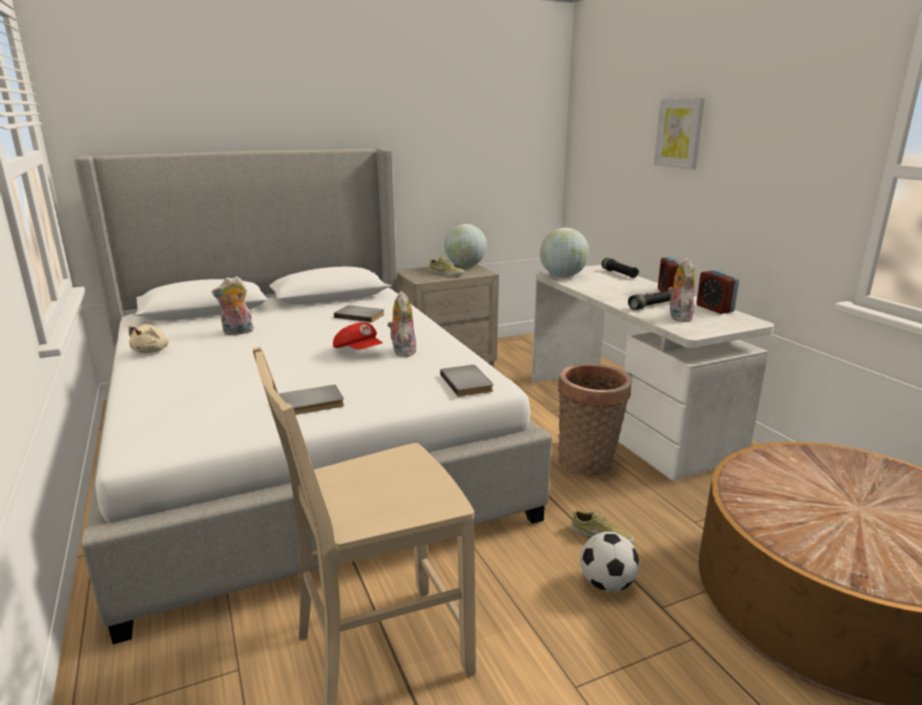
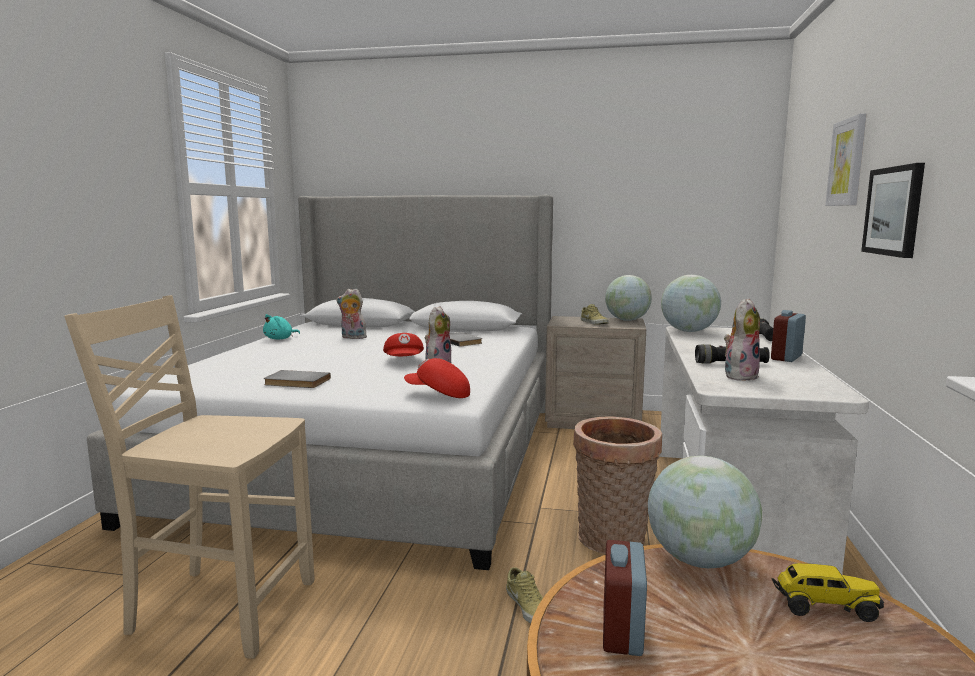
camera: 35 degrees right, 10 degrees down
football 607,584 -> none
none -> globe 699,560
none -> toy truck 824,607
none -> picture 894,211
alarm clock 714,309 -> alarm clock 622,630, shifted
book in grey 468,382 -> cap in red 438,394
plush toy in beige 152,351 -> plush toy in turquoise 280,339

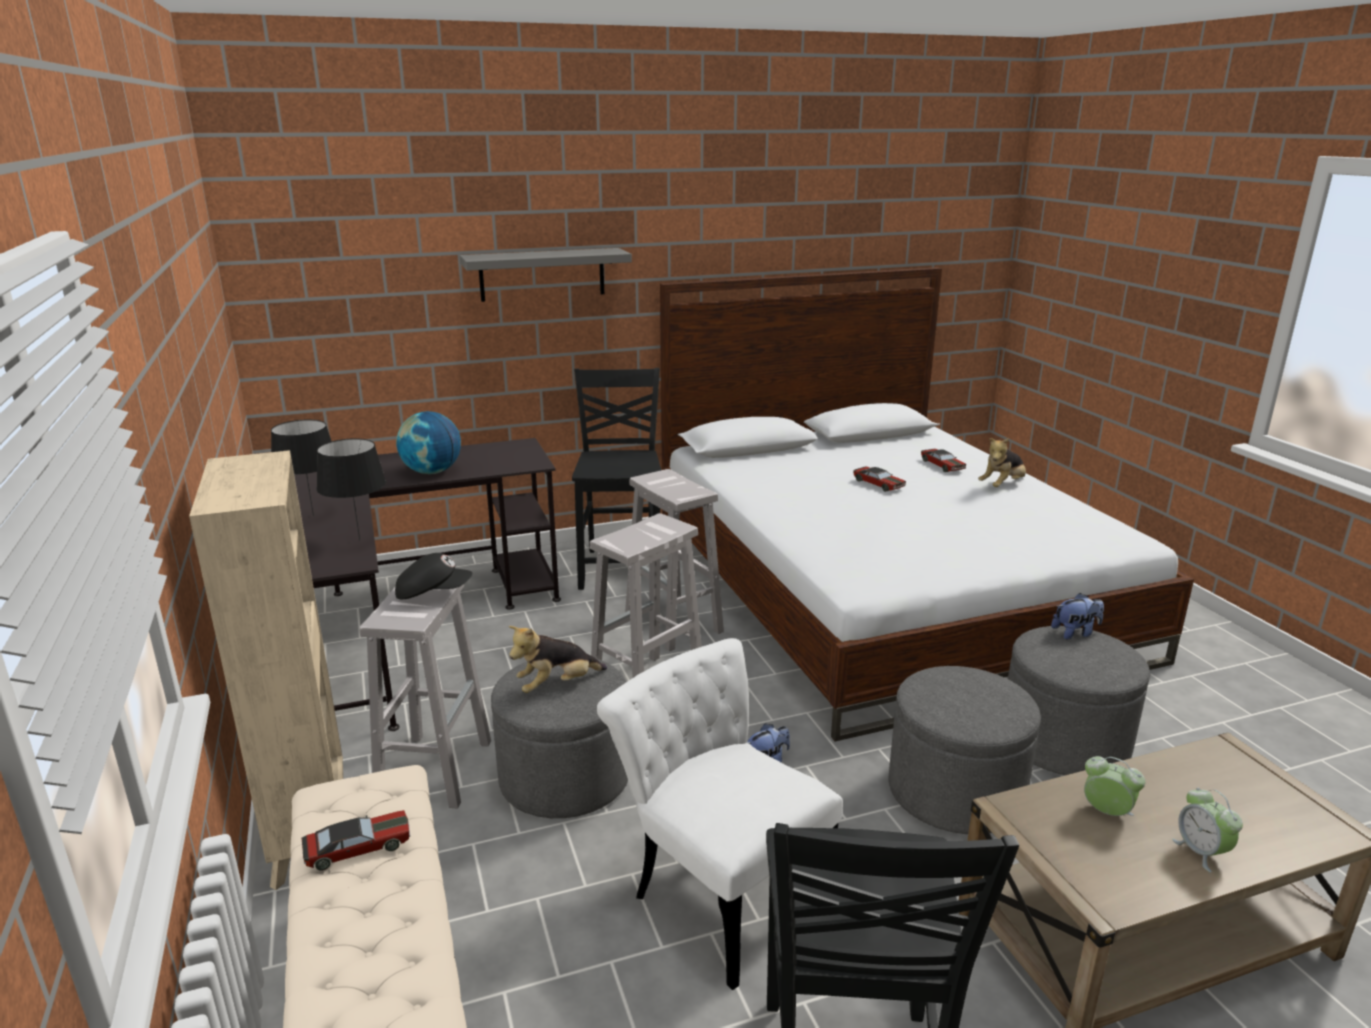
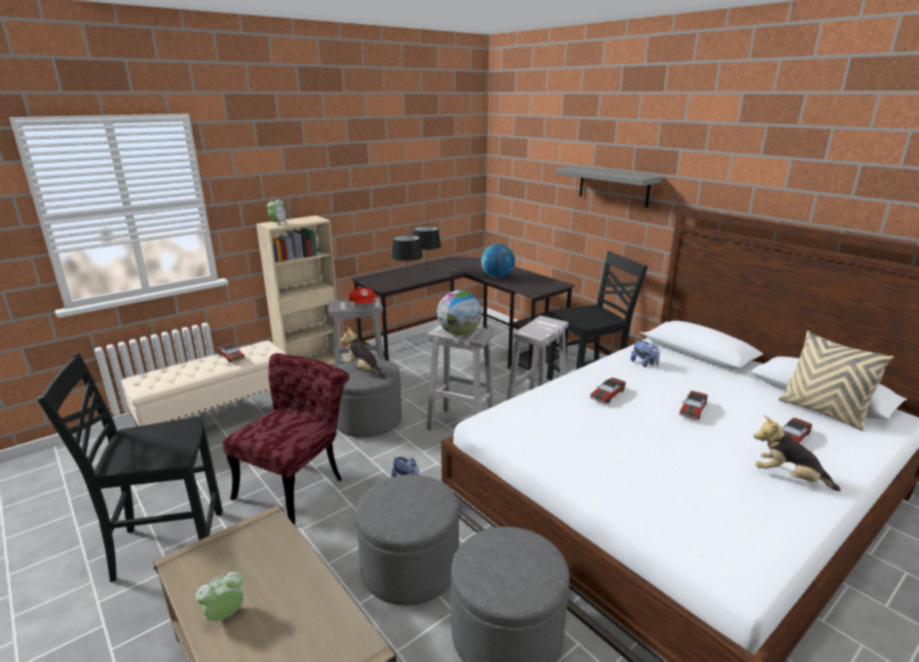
camera: 70 degrees right, 0 degrees up
none -> globe 459,333
none -> toy car 607,395
none -> pillow in beige 822,412
plush toy 1075,633 -> plush toy 644,364, shifted
alarm clock 1106,812 -> alarm clock 278,224, shifted
cap in black 433,593 -> cap in red 363,305
chair in white 719,889 -> chair in red 297,483

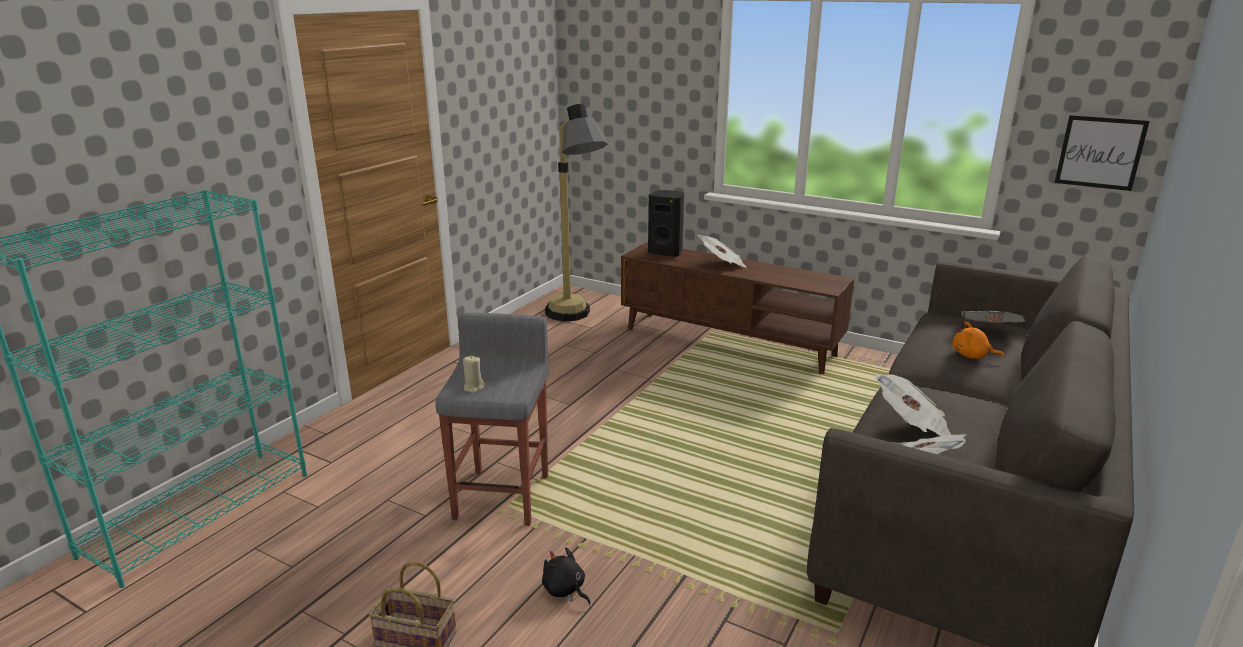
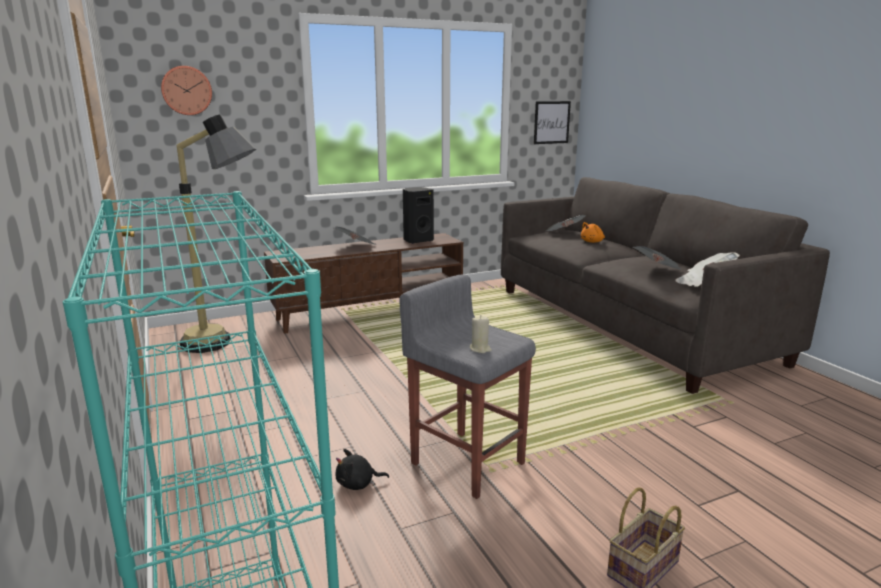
camera: 55 degrees left, 5 degrees down
none -> wall clock 186,90
plush toy in black 565,590 -> plush toy in black 358,484, shifted
speaker in black 666,252 -> speaker in black 417,240, shifted

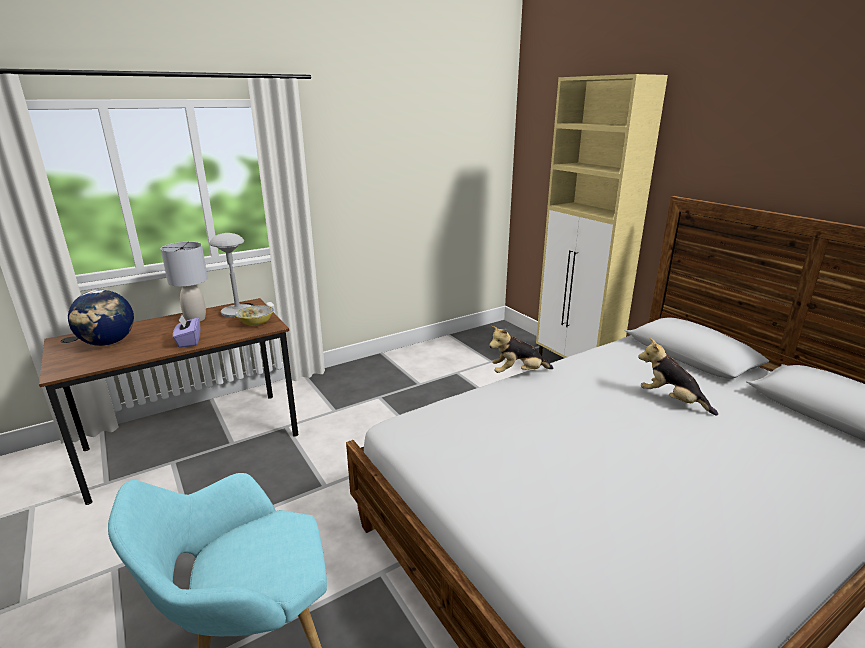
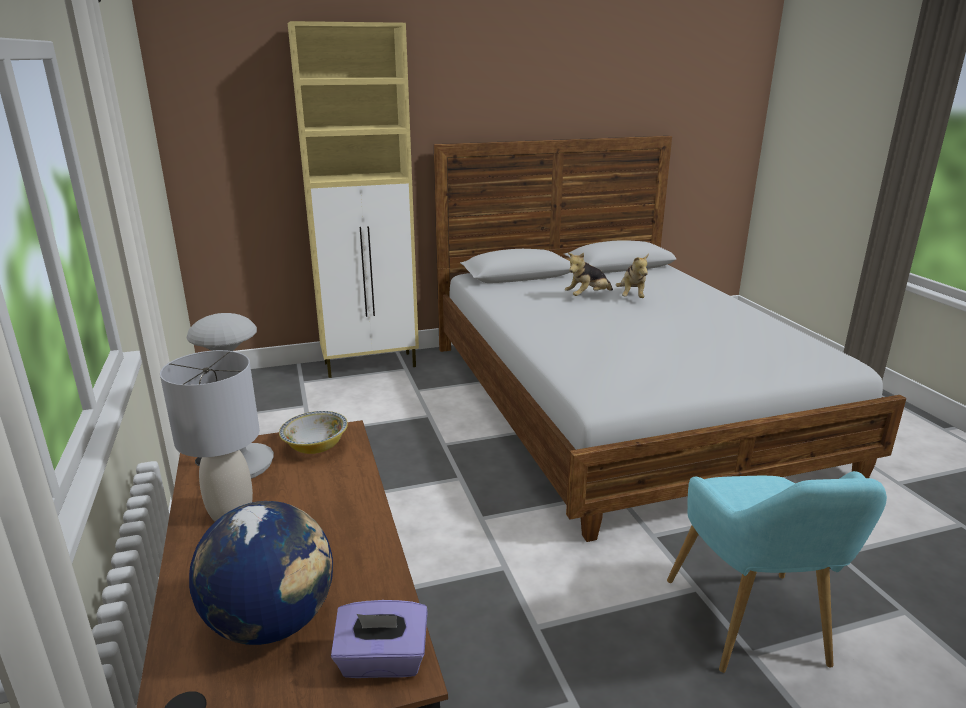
camera: 75 degrees left, 0 degrees up
tissue box in purple 189,341 -> tissue box in purple 382,661, shifted
plush toy 518,373 -> plush toy 631,297, shifted

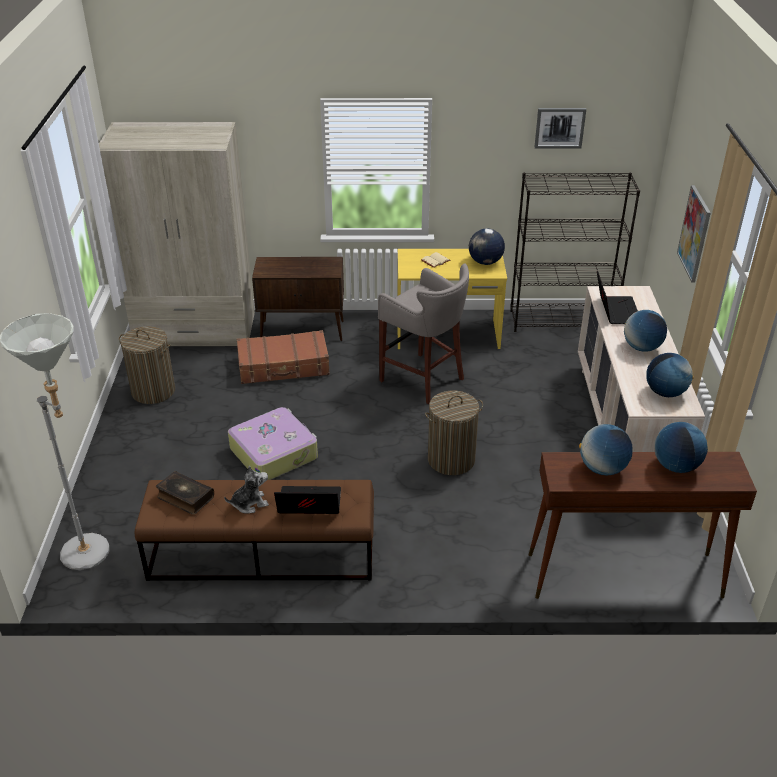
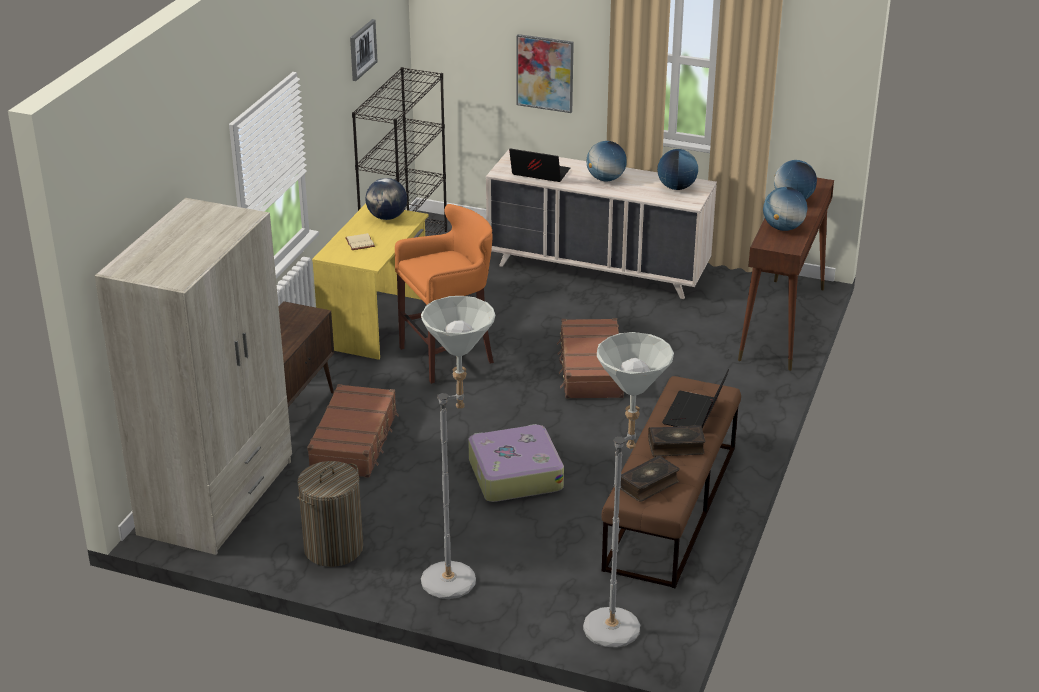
camera: 70 degrees left, 5 degrees down
none -> floor lamp in grey 460,578
plush toy 249,503 -> book 676,446
laundry basket 451,460 -> suitcase in brown 590,369
stool in grey 424,380 -> stool in orange 449,355

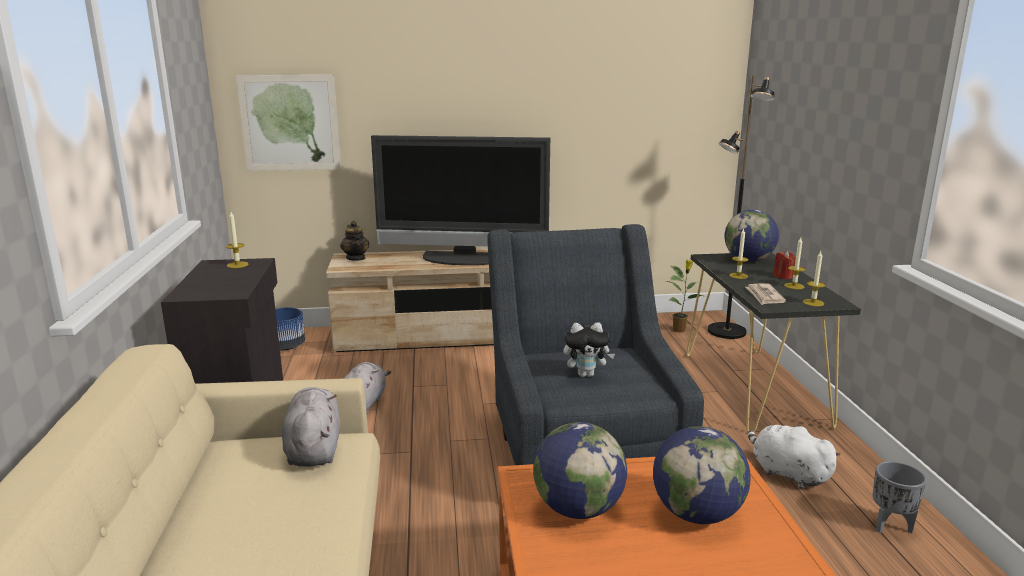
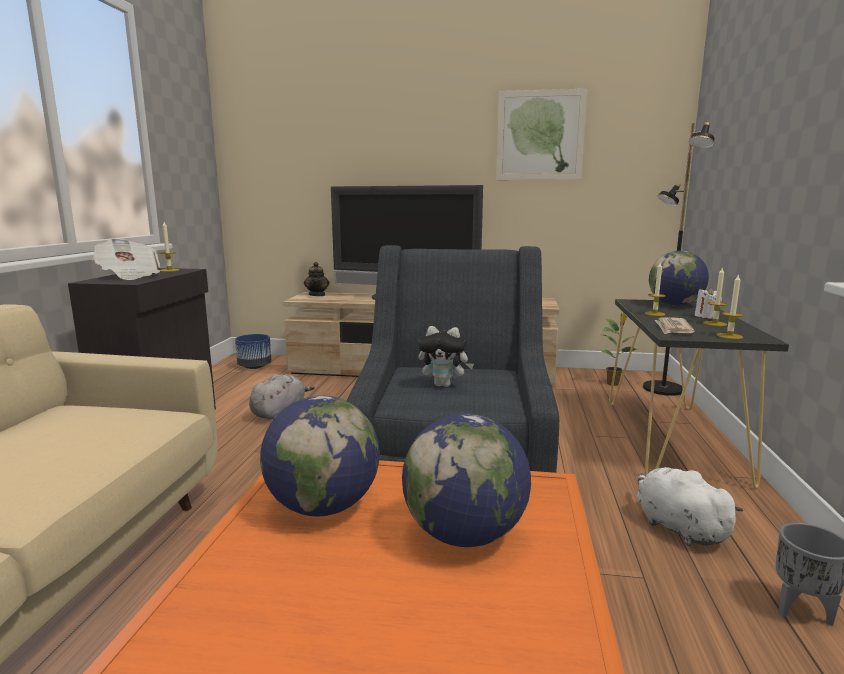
camera: 15 degrees right, 5 degrees down
plush toy in grey 313,449 -> none
none -> newspaper 129,276
picture 290,123 -> picture 540,135, shifted
candle in red 783,276 -> candle in white 706,317

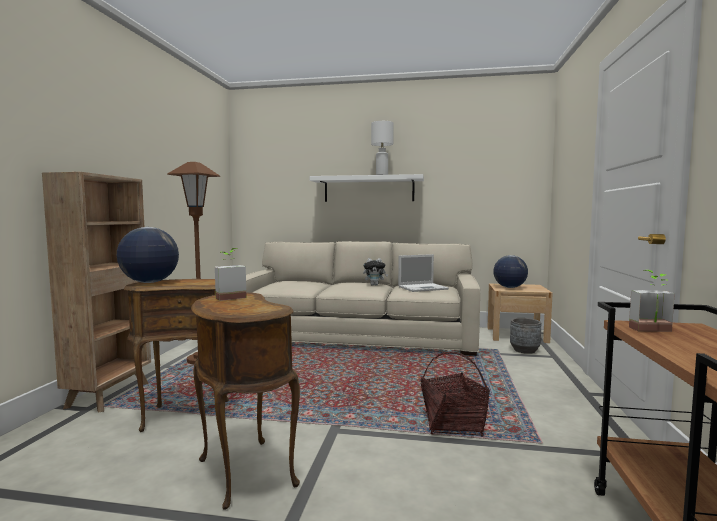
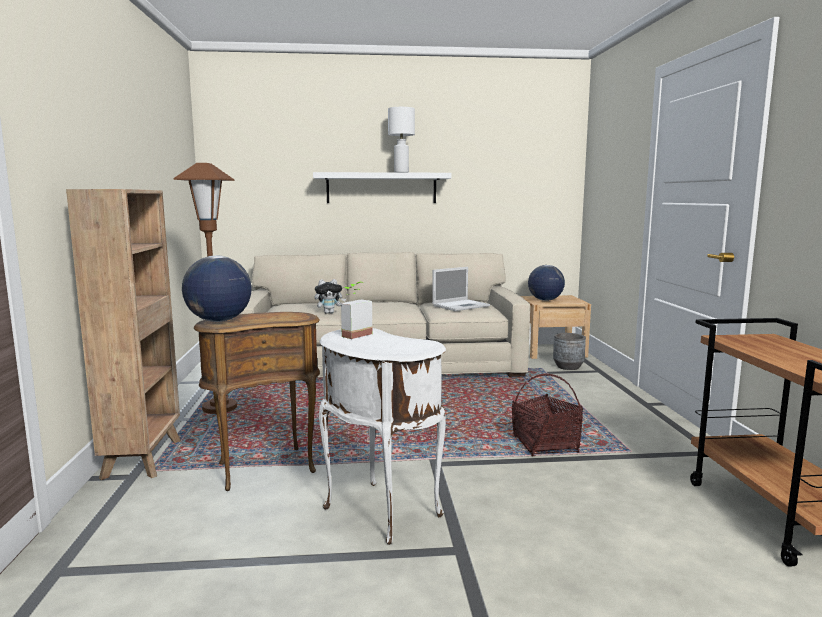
camera: 15 degrees left, 5 degrees up
potted plant 654,331 -> none
plush toy 375,285 -> plush toy 329,313, shifted
side table in brown 242,473 -> side table in white 378,513

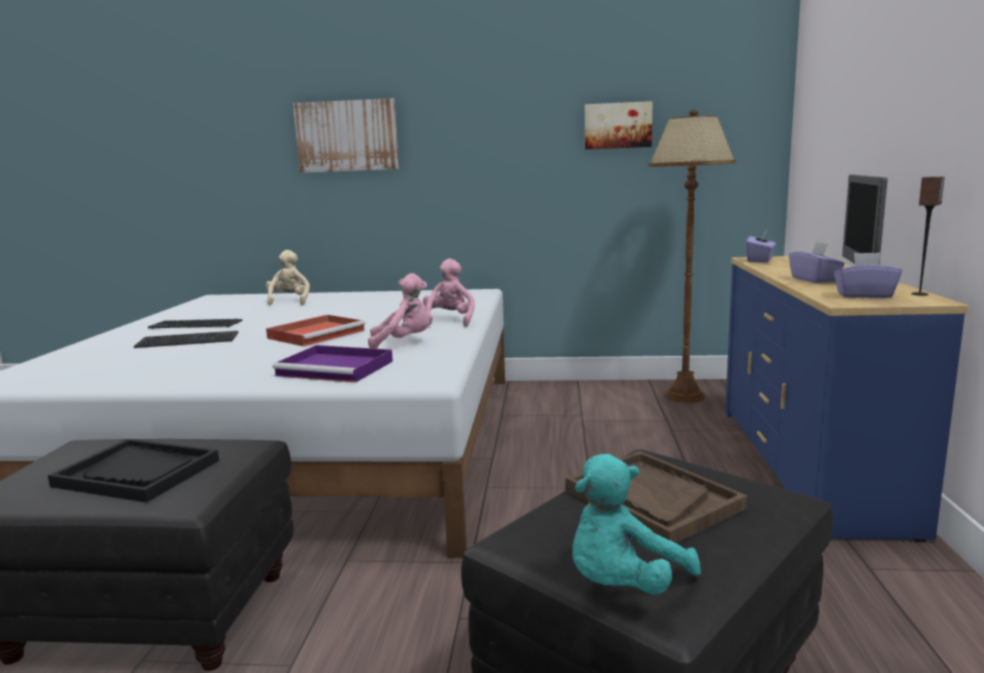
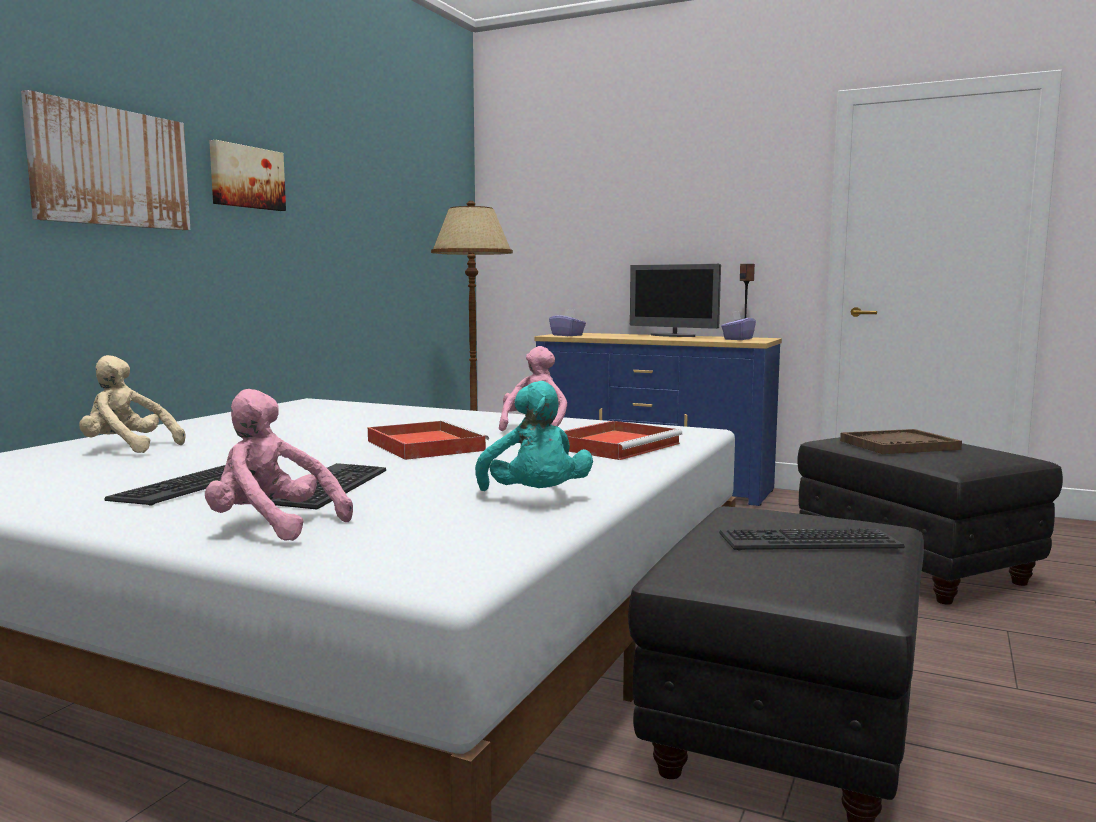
camera: 70 degrees left, 5 degrees down
tissue box in purple 814,280 -> none
plush toy in pink 449,321 -> plush toy in pink 272,526, shifted
plush toy in turquoise 623,585 -> plush toy in turquoise 535,499, shifted
picture 617,125 -> picture 246,177, shifted
tray in black 138,473 -> keyboard 808,541
tray in purple 337,368 -> tray in red 616,445

